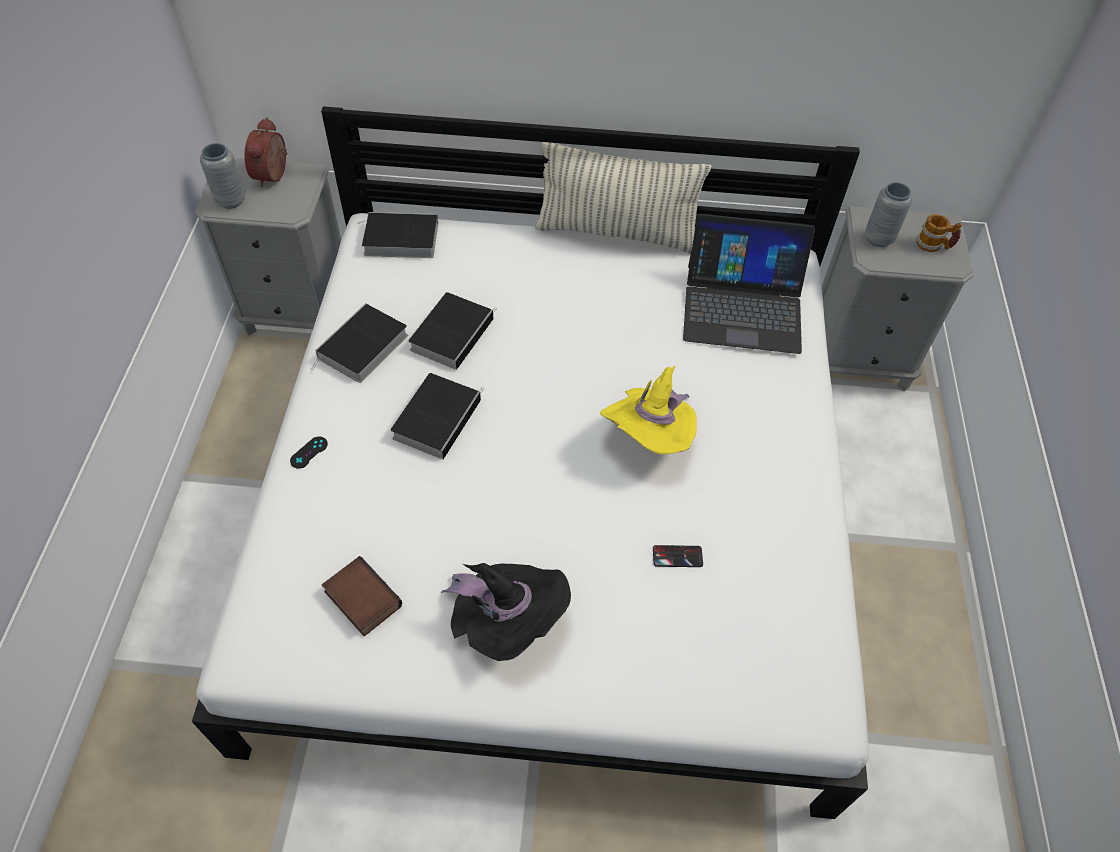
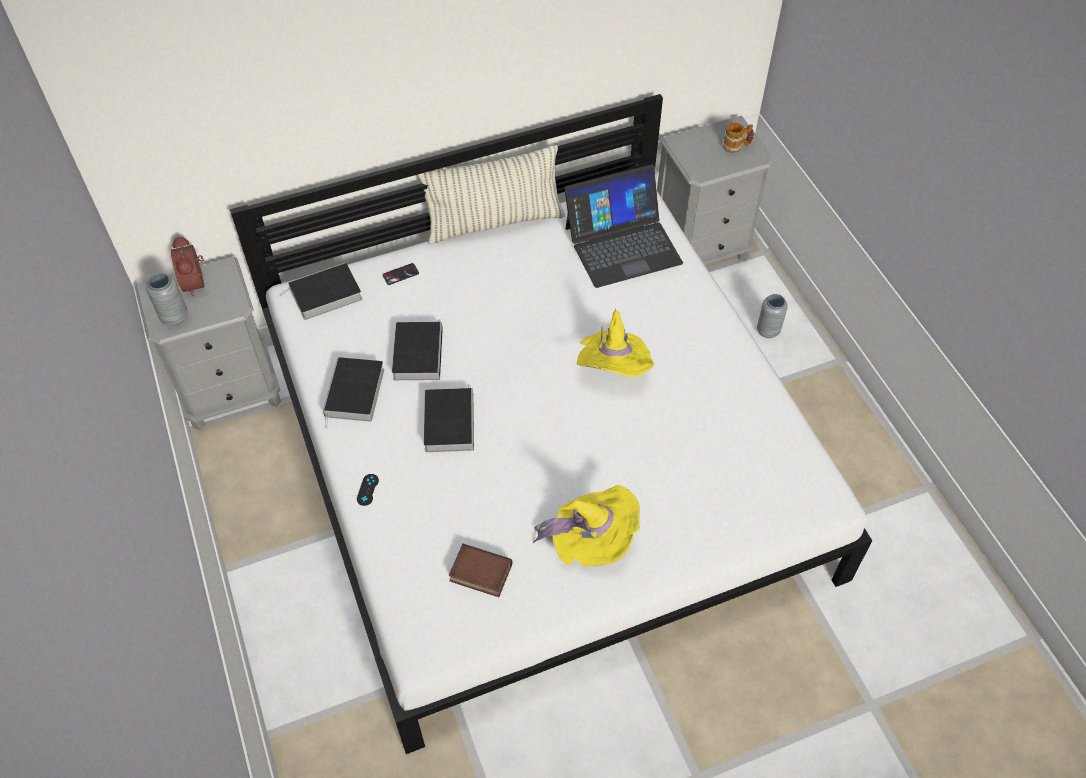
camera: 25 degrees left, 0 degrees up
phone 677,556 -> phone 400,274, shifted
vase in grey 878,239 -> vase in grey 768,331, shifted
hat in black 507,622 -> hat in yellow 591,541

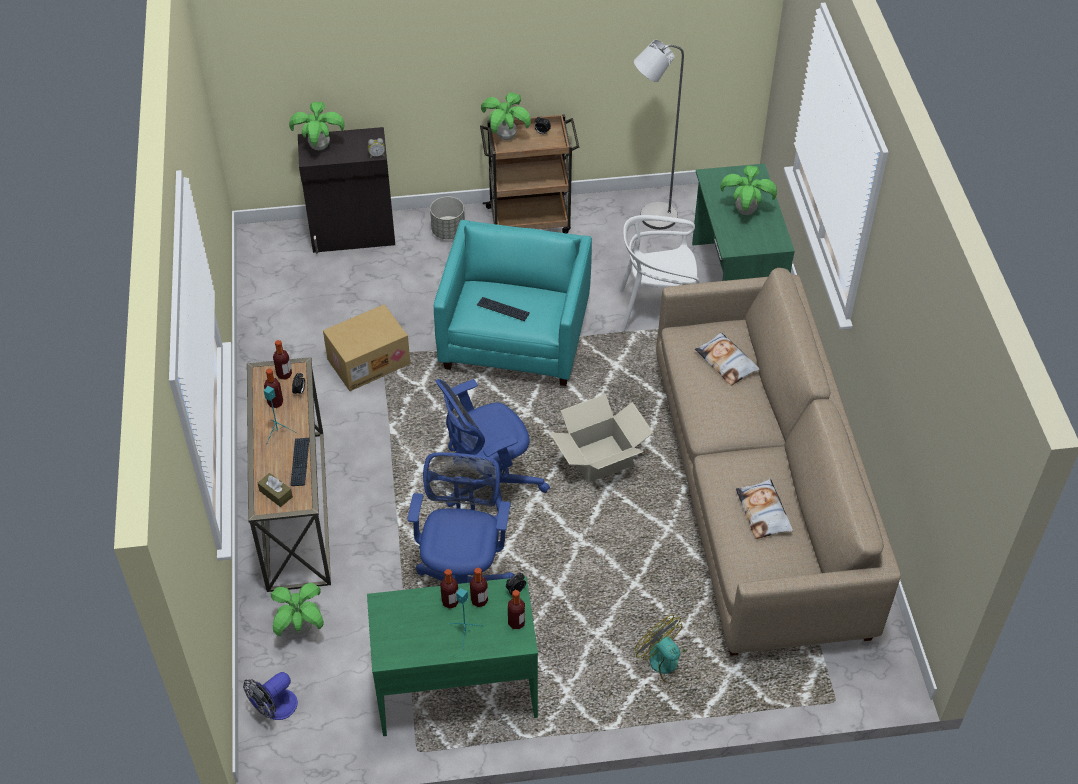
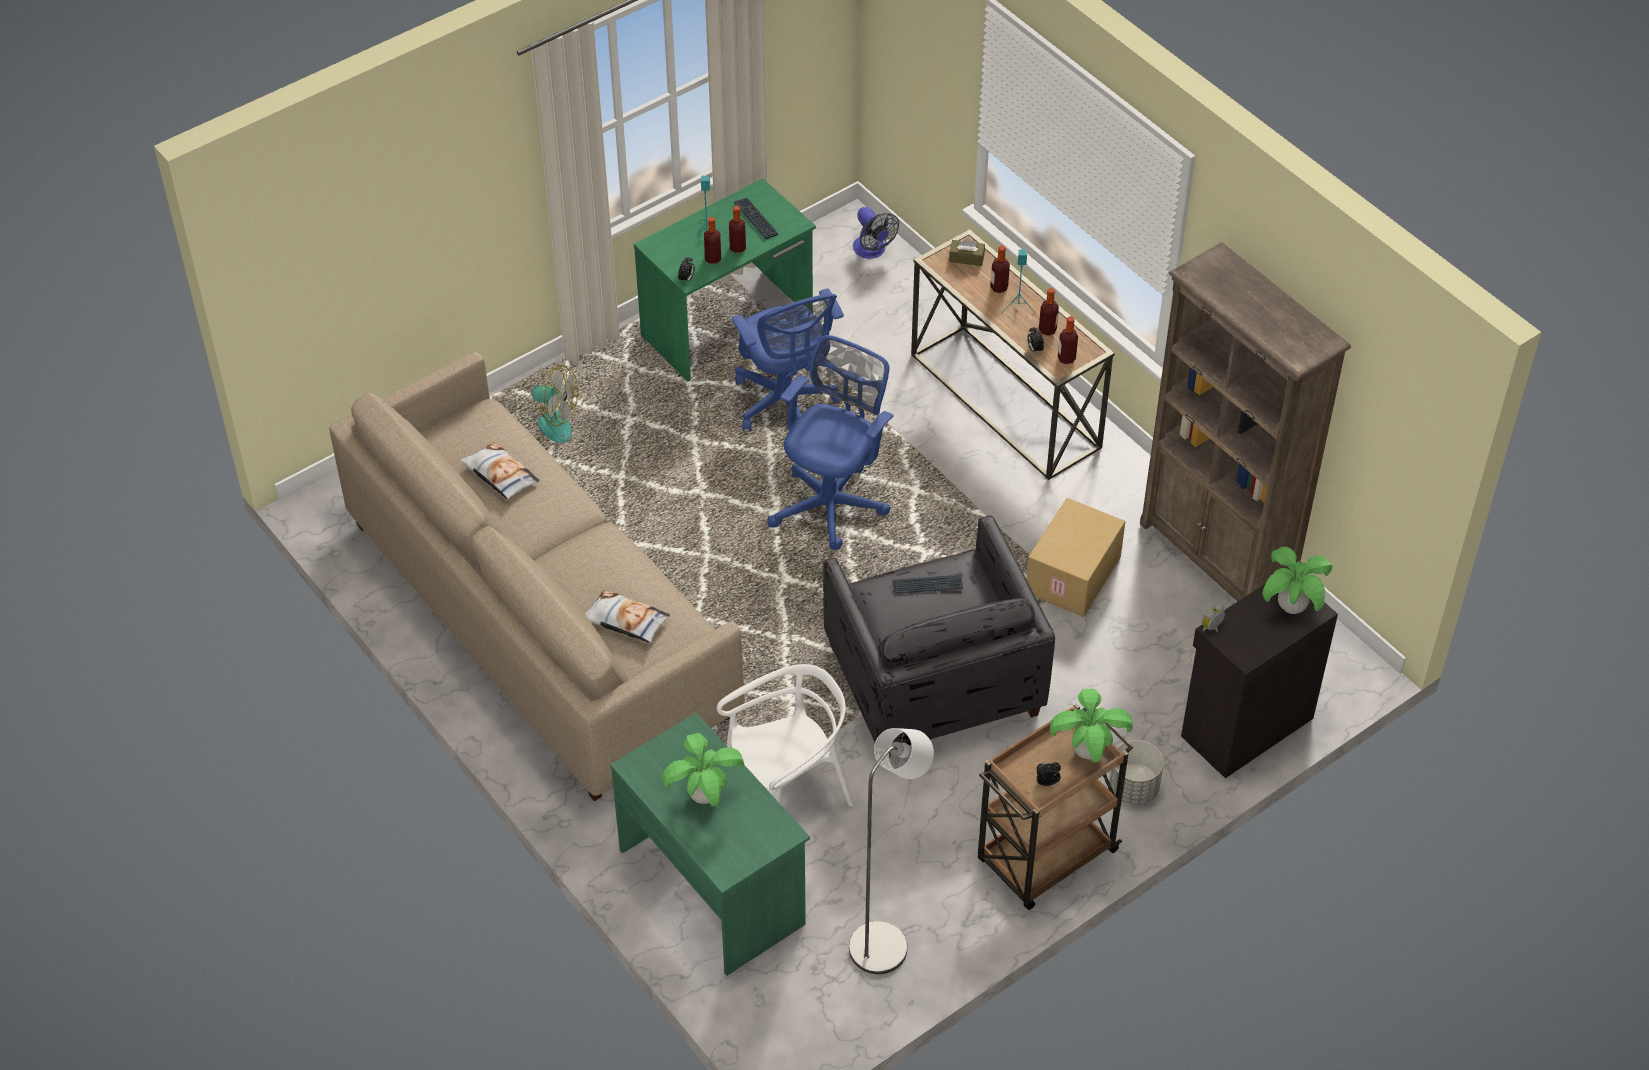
camera: 150 degrees right, 0 degrees up
potted plant 300,628 -> none
cardboard box 599,459 -> none
none -> bookcase in brown 1216,558
keyboard 300,462 -> keyboard 755,219, shifted
bottle 516,622 -> bottle 999,288, shifted
armchair in turquoise 515,337 -> armchair in grey 933,680
fan 275,709 -> fan 872,251, 135 degrees clockwise

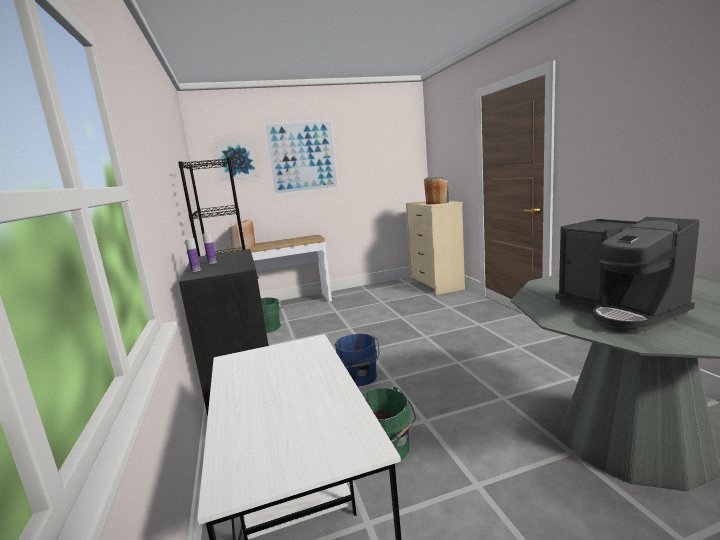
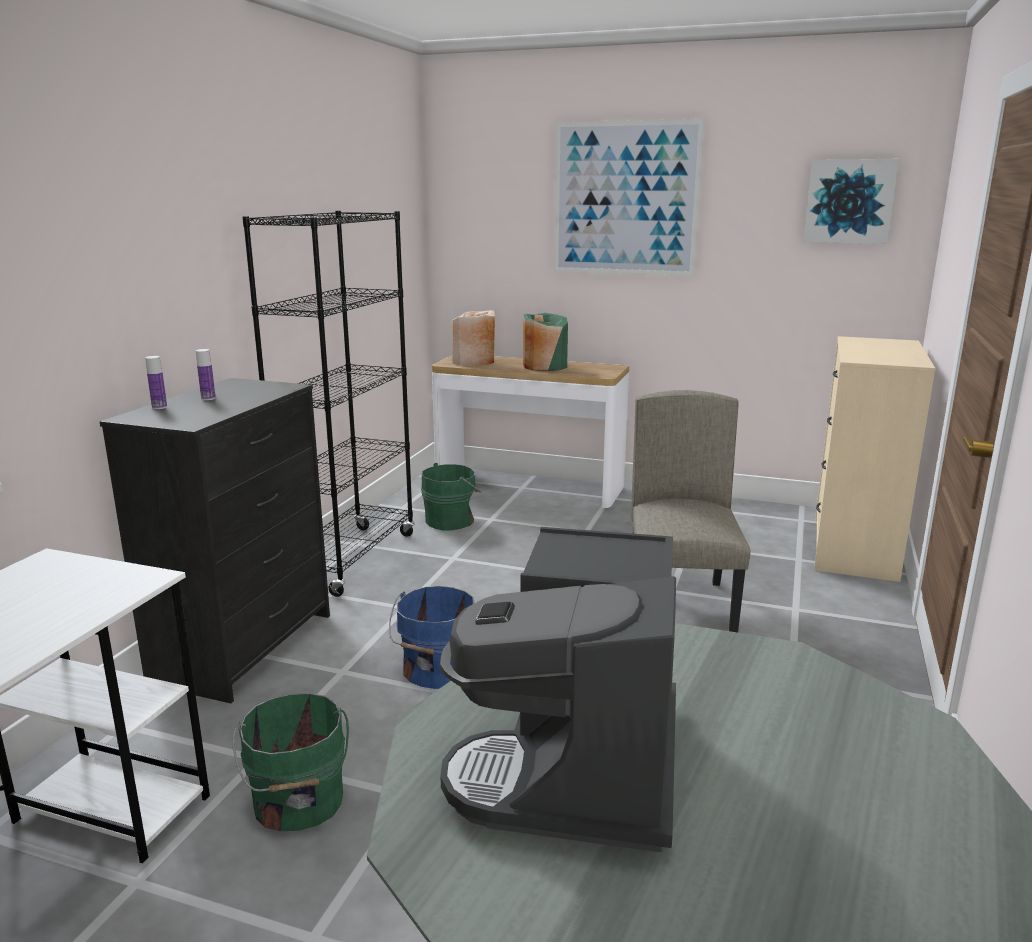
camera: 35 degrees right, 5 degrees up
none -> chair in beige 681,607
picture 237,160 -> picture 849,201, shifted
vase in green 436,203 -> vase in green 544,366, shifted

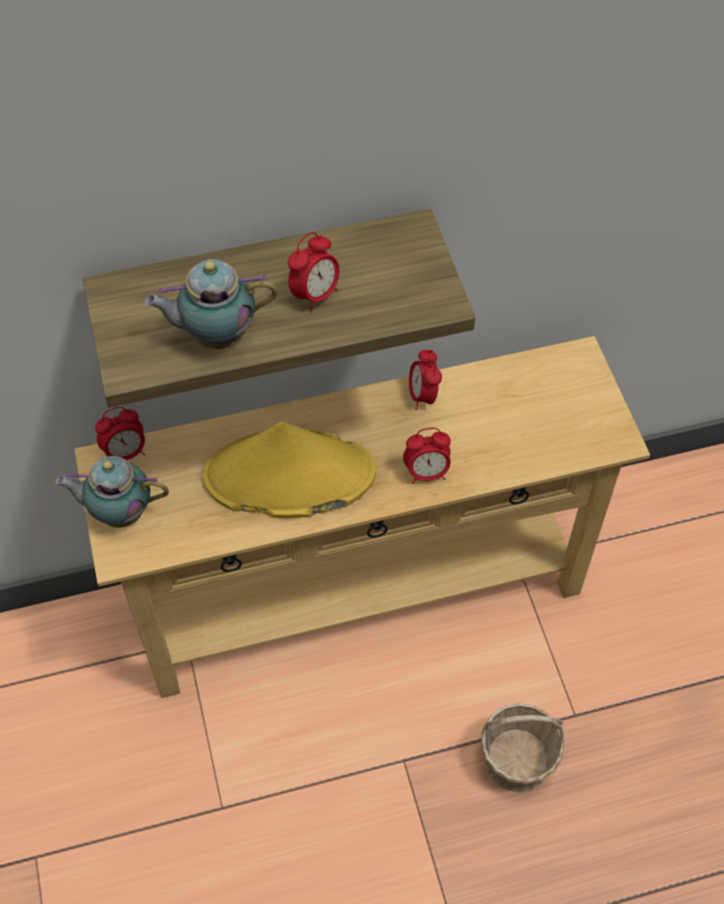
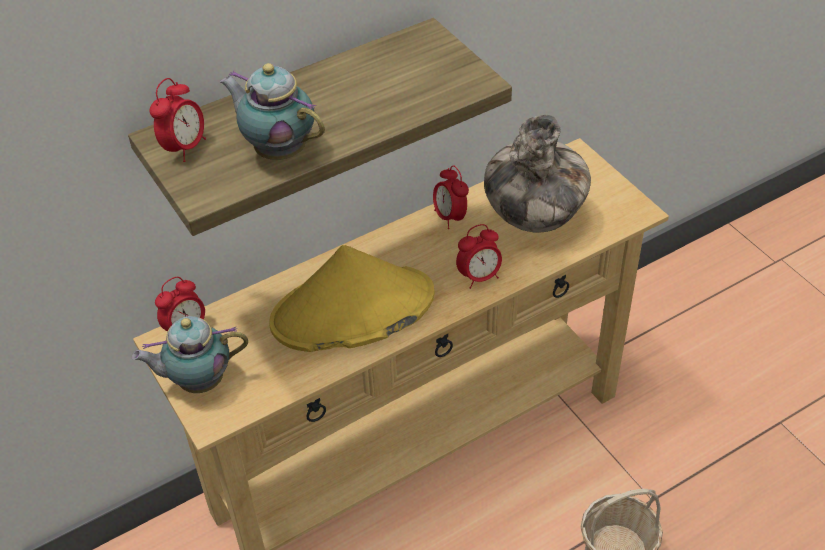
camera: 15 degrees left, 10 degrees down
none -> vase 535,217
alarm clock 315,295 -> alarm clock 184,148, shifted
teapot 216,335 -> teapot 278,150, 60 degrees clockwise

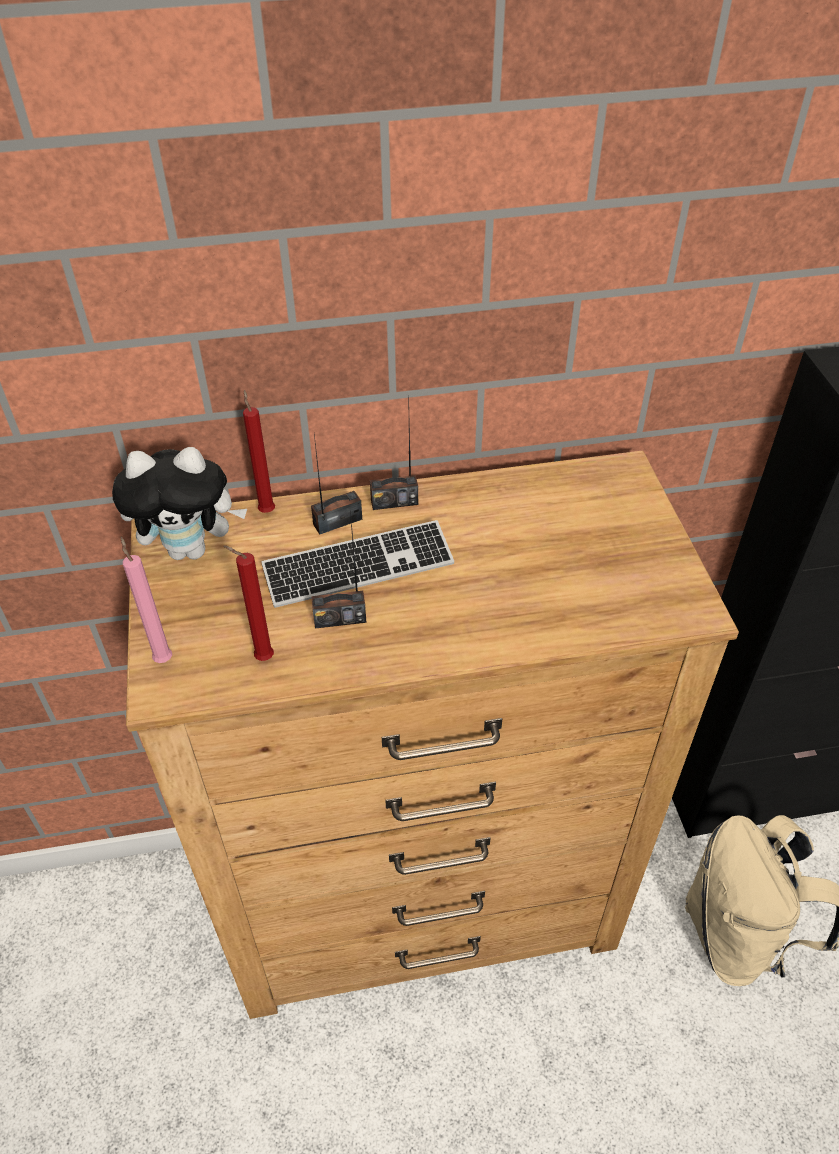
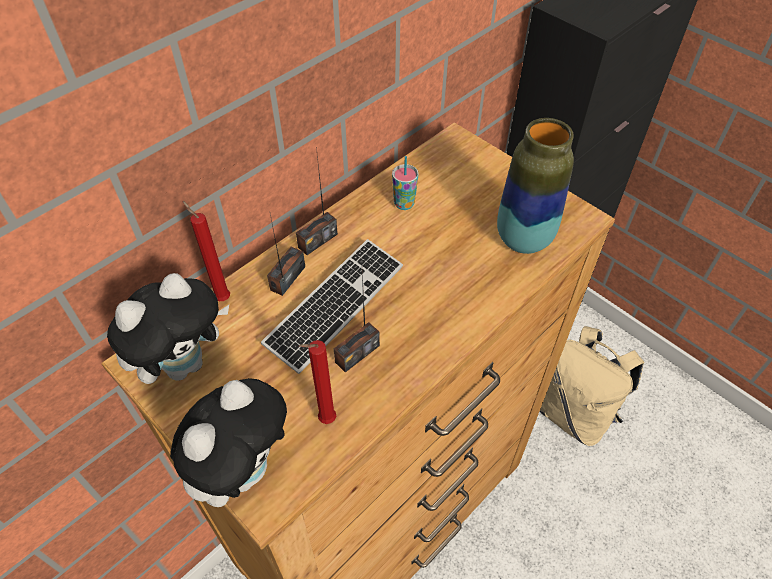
camera: 35 degrees left, 5 degrees up
none -> cup 404,204
none -> vase 523,239
candle in pink 163,658 -> plush toy 242,469

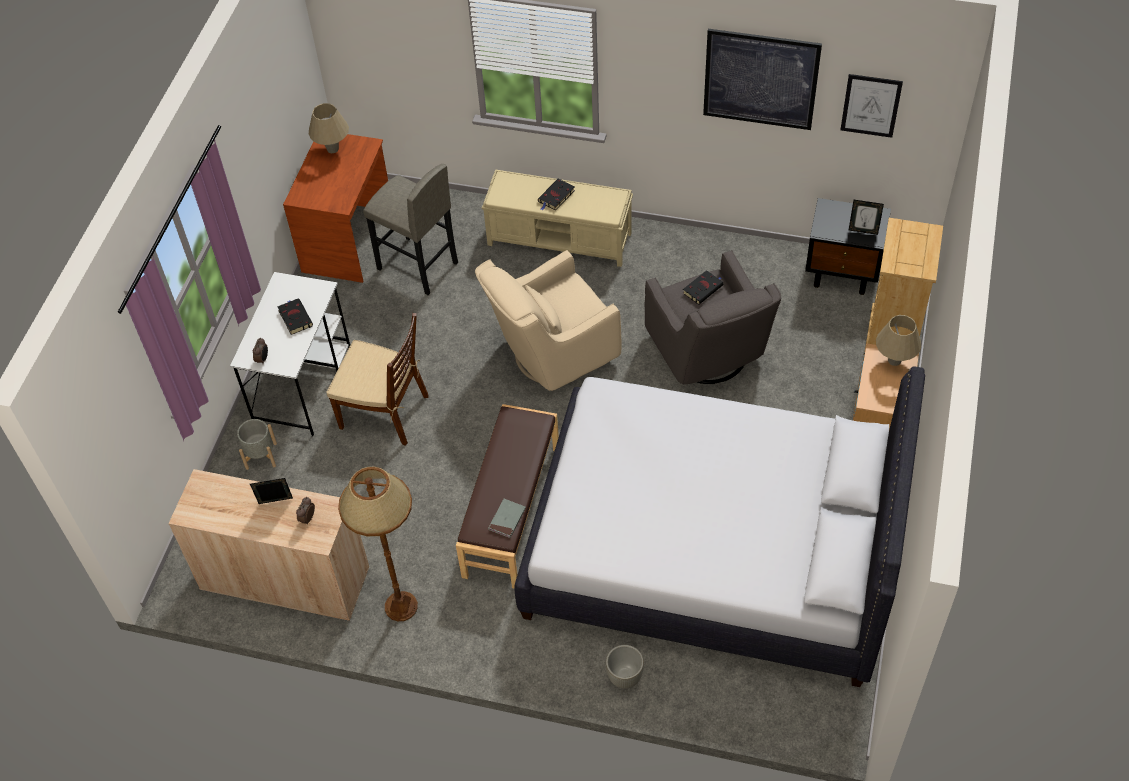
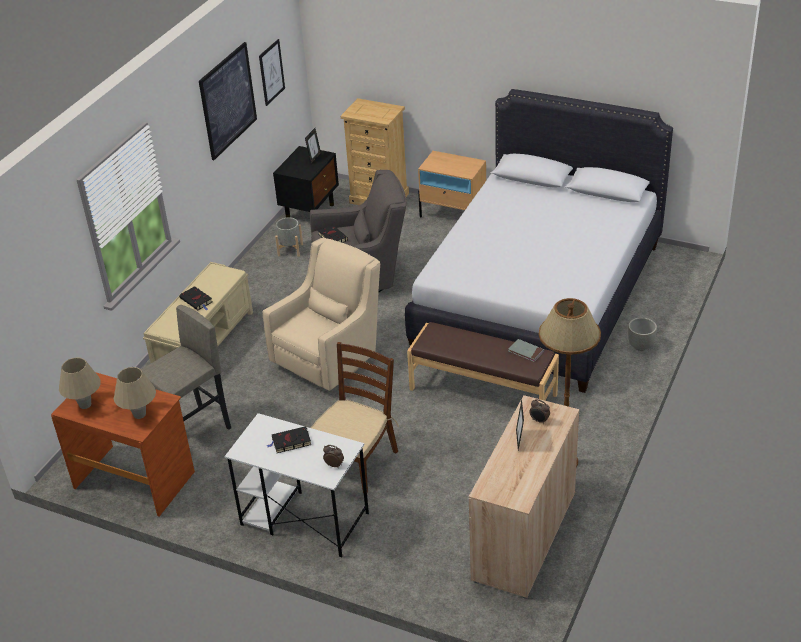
camera: 80 degrees left, 15 degrees down
planter in grey 261,456 -> planter in grey 290,250, shifted
table lamp in beige 894,360 -> table lamp in beige 139,414, shifted
armchair in beige 551,355 -> armchair in beige 331,358, 120 degrees counterclockwise

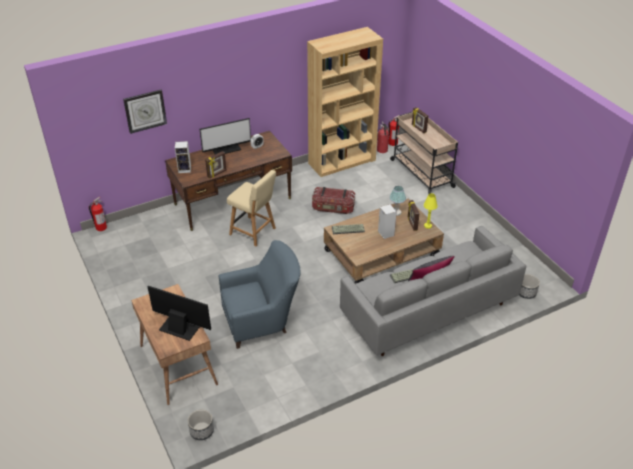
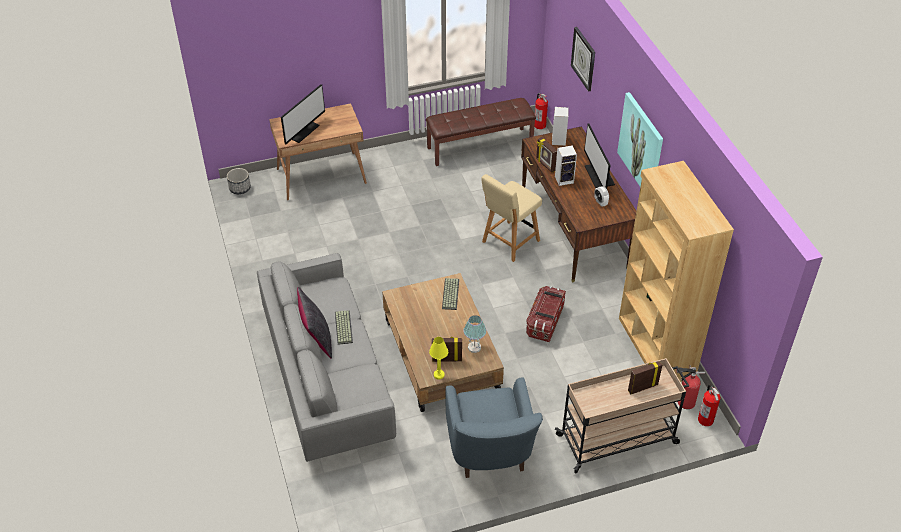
camera: 100 degrees right, 5 degrees up
planter 526,293 -> none
none -> bench in brown 480,146
none -> picture 641,145
armchair in blue 262,321 -> armchair in blue 490,454, shifted
speaker 385,233 -> speaker 564,179, shifted

